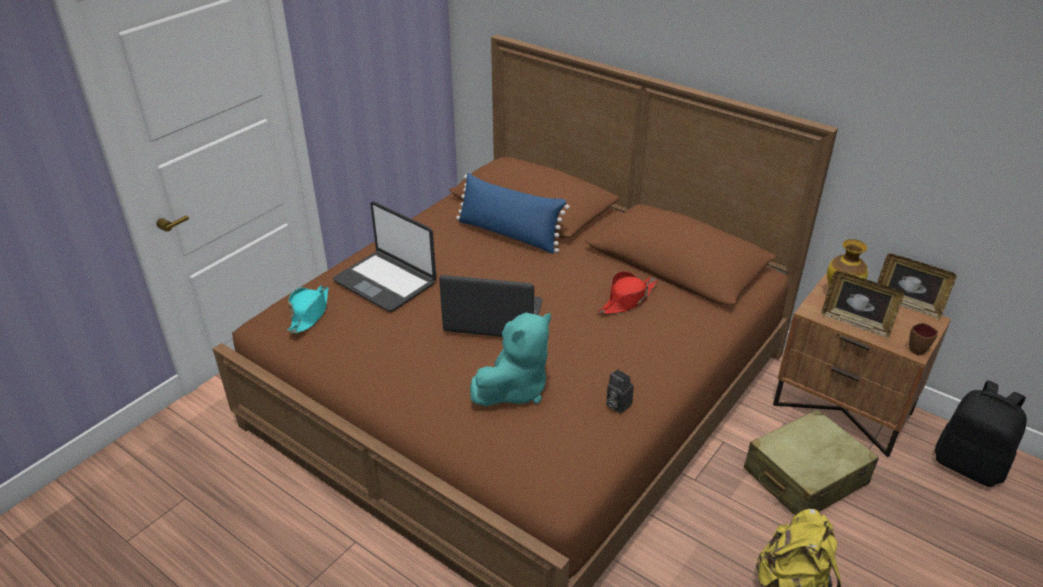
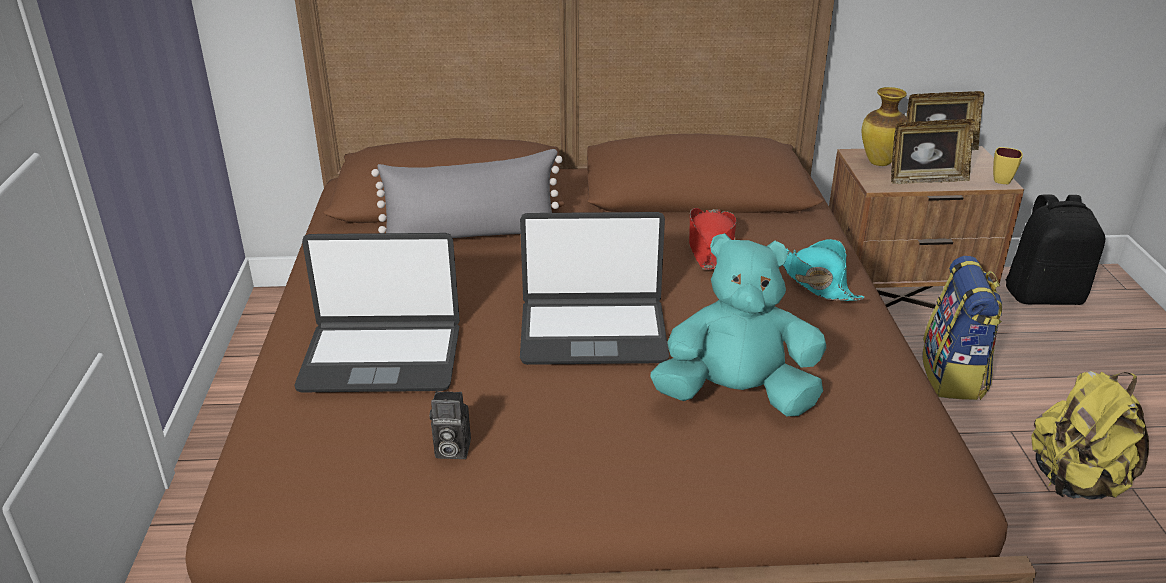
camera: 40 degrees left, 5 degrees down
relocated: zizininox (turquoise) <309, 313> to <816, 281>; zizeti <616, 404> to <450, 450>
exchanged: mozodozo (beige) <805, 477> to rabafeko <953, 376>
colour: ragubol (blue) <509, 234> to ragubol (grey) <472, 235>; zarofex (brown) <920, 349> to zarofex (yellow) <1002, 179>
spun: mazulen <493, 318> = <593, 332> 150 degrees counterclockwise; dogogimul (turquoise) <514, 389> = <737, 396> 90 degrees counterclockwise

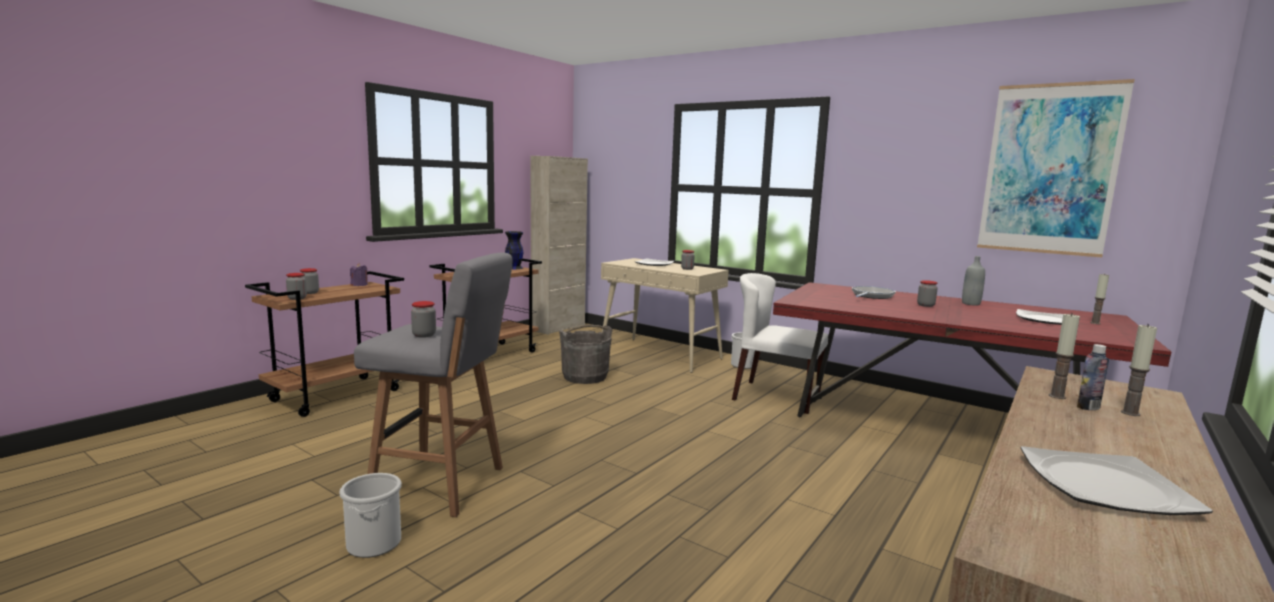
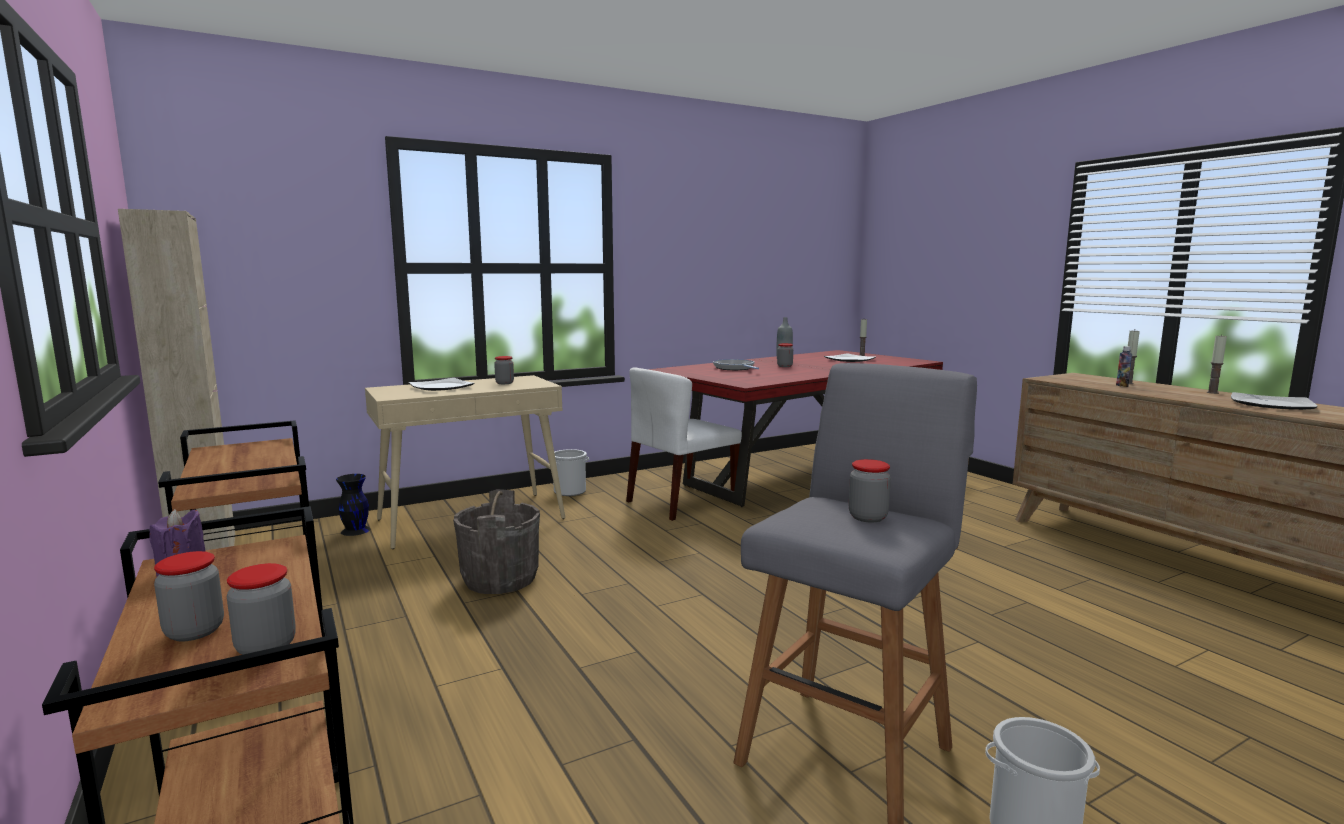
camera: 65 degrees left, 0 degrees up
missing: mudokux <1049, 169>
relocated: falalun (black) <513, 268> to <355, 531>; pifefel <1057, 396> to <1212, 392>

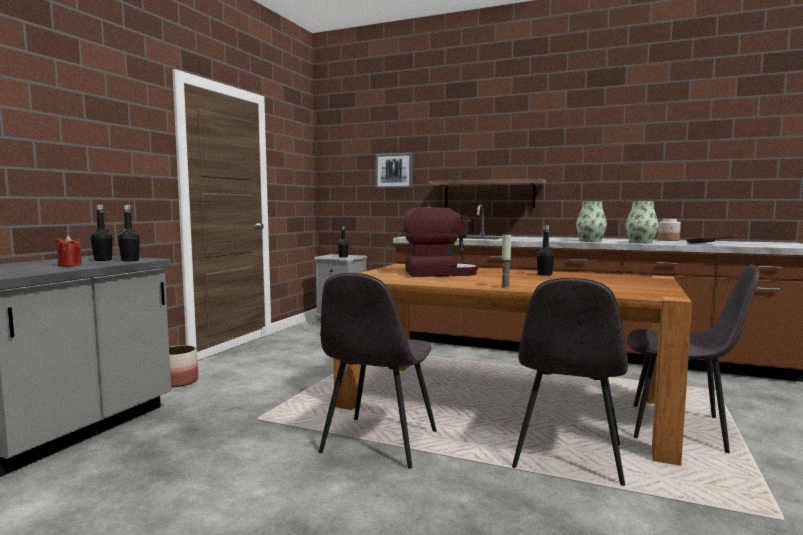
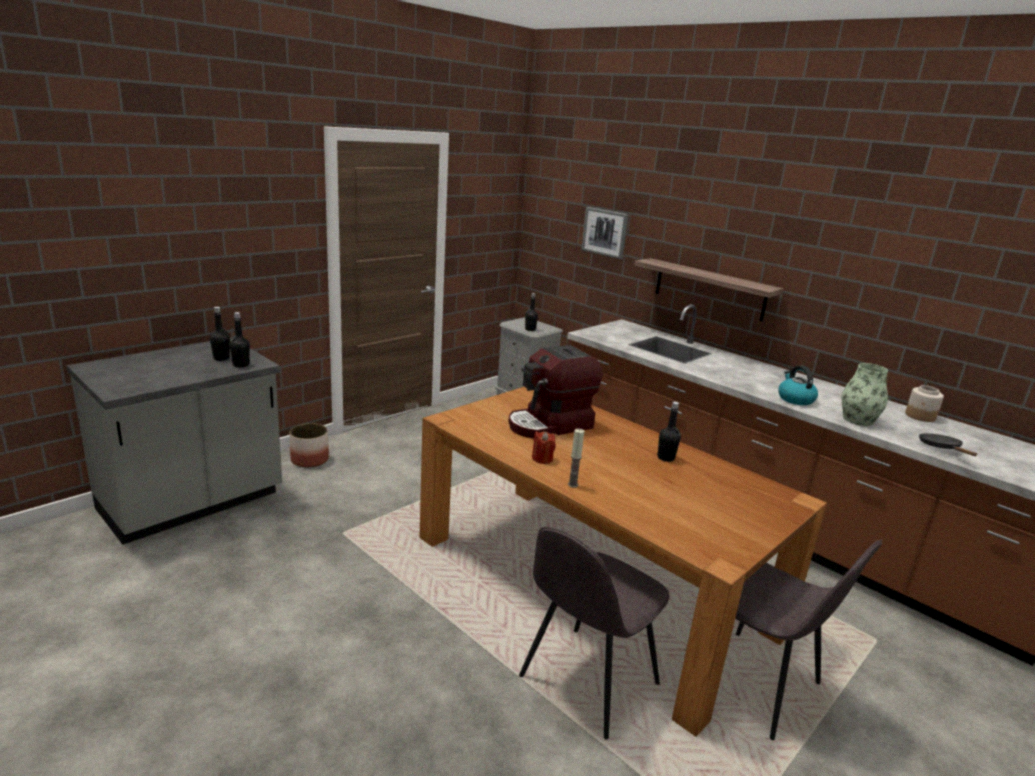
camera: 20 degrees right, 15 degrees up
missing: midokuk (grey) <378, 443>
relocated: pifefel (red) <70, 265> to <542, 459>
exchanged: falalun <590, 241> to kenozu <795, 399>
spun: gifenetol <439, 273> = <550, 425> 135 degrees clockwise

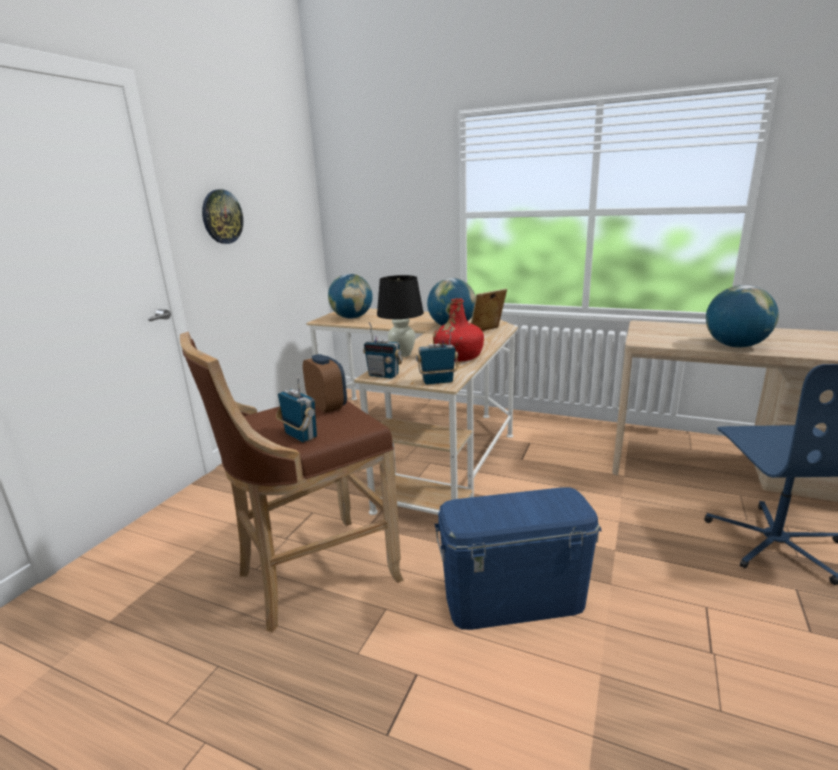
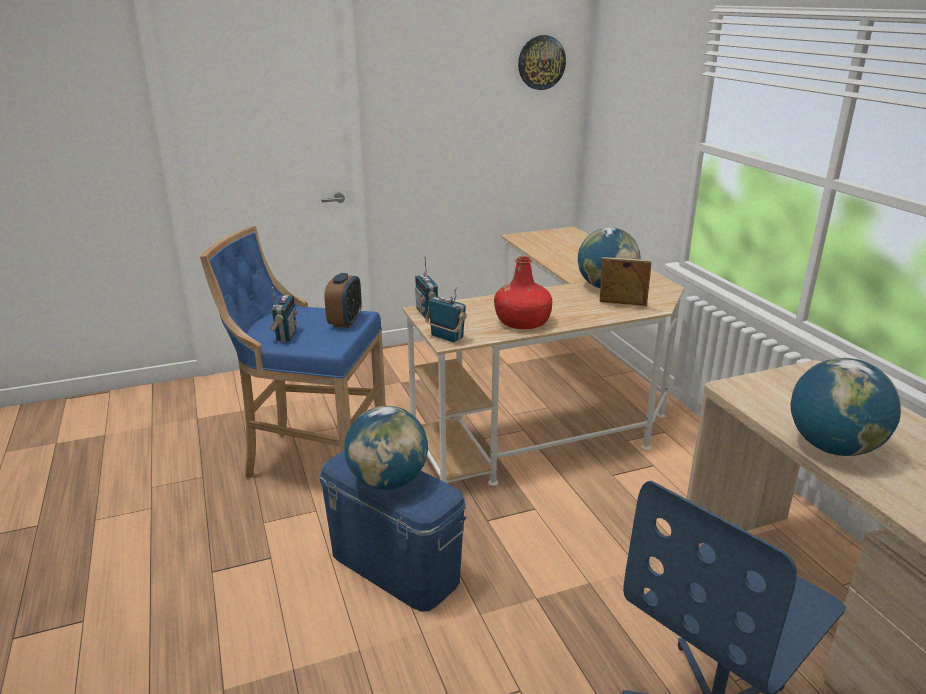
camera: 45 degrees right, 5 degrees up
missing: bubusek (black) <402, 354>
relocated: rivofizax <222, 217> to <541, 62>; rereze <352, 318> to <388, 481>
colour: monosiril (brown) <312, 575> to monosiril (blue) <312, 461>

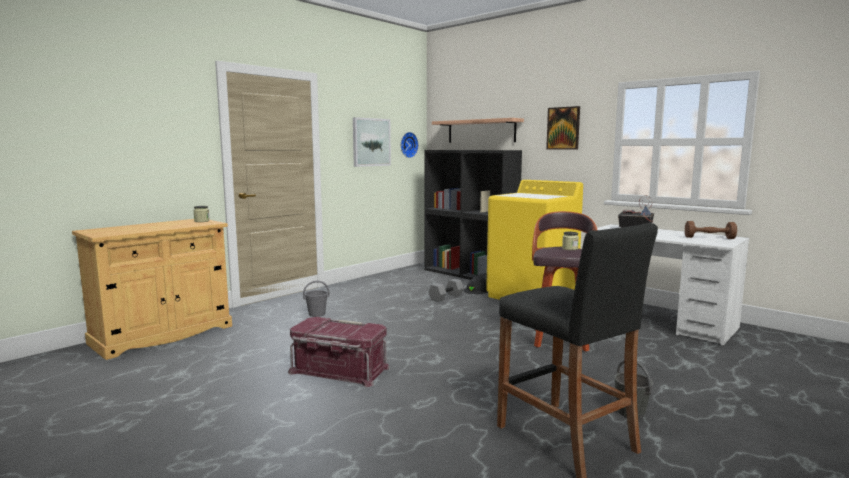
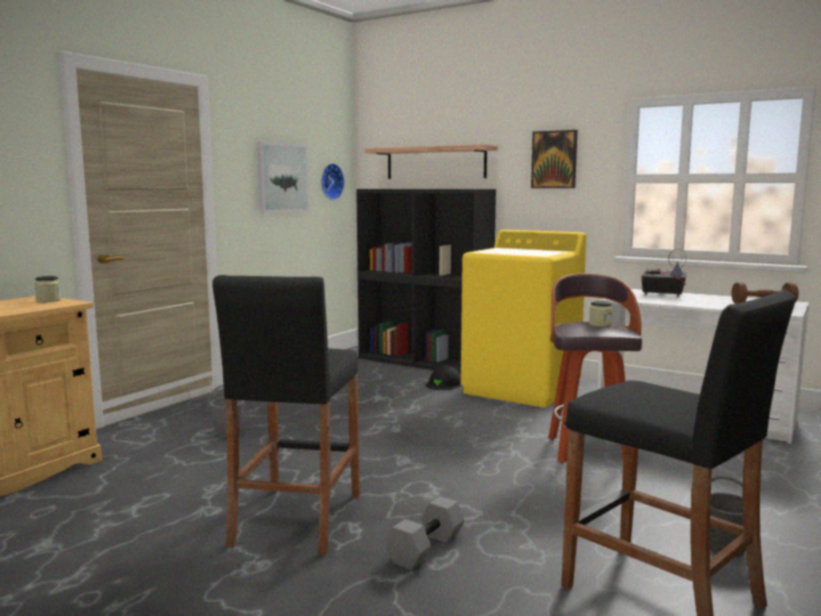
camera: 10 degrees left, 0 degrees up
relocated: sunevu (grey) <446, 297> to <426, 549>
exchanged: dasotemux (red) <338, 370> to monosiril (black) <296, 519>

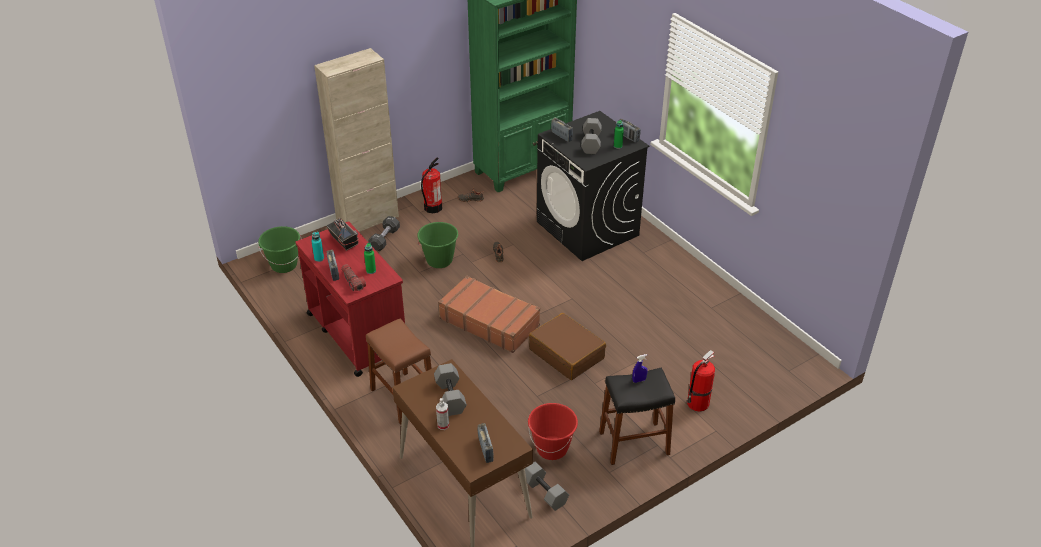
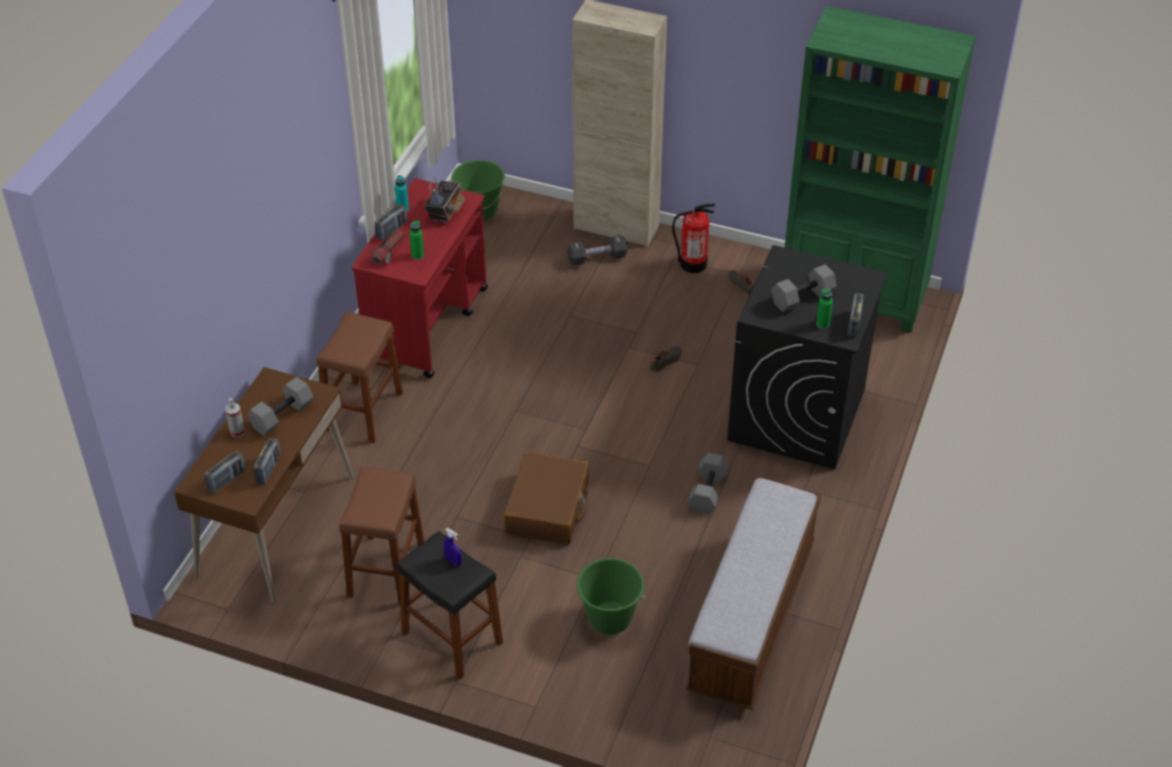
camera: 55 degrees right, 5 degrees up
missing: mozodozo (brown) <489, 321>; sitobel <697, 404>
appeared: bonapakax <751, 618>
relocated: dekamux <561, 136> to <268, 469>; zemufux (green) <439, 260> to <609, 619>; sunevu (grey) <544, 492> to <706, 491>
exchanged: zemufux (red) <552, 448> to monosiril (brown) <386, 570>

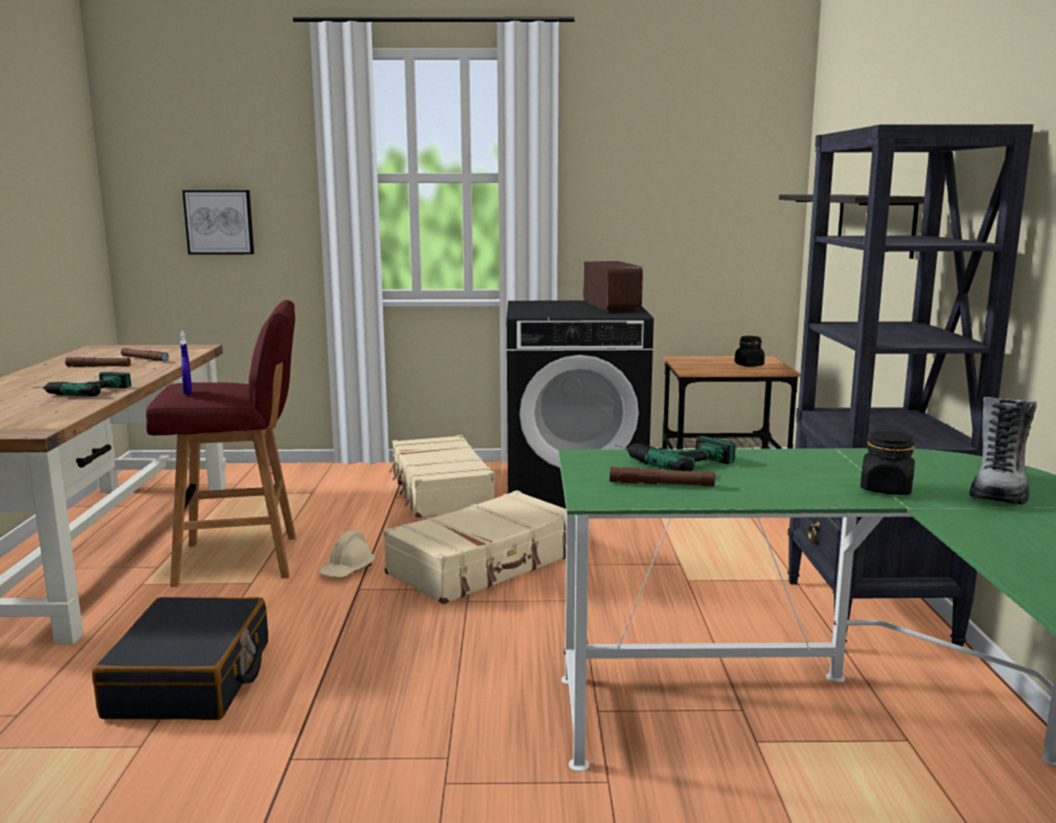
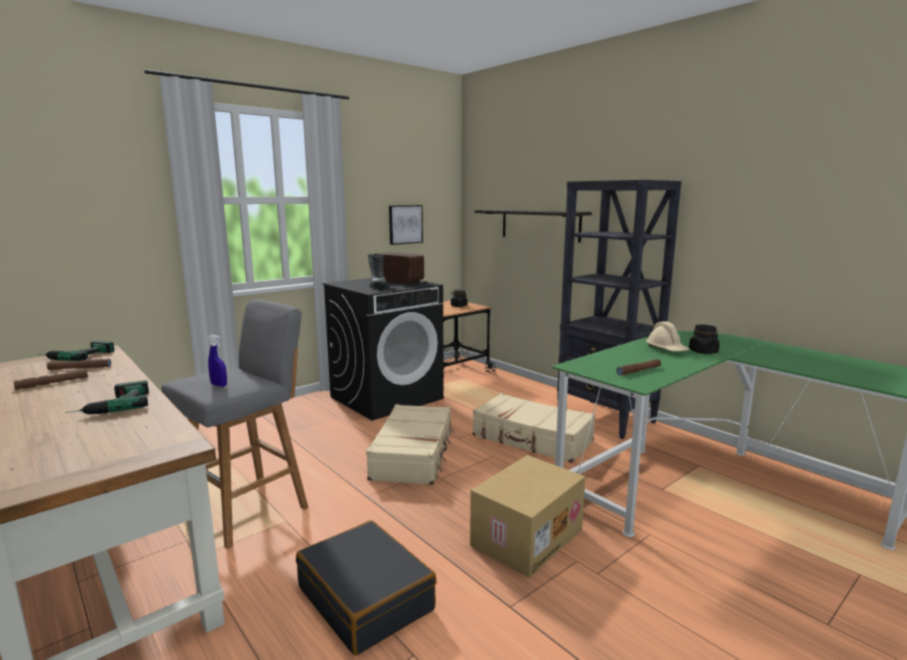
camera: 40 degrees left, 0 degrees up
appeared: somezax <526, 536>
relocated: mudokux <219, 222> to <405, 224>; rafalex <999, 489> to <378, 285>; mozodozo (beige) <440, 491> to <532, 439>; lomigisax <671, 459> to <76, 356>; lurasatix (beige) <347, 570> to <666, 349>
colour: monosiril (red) <241, 560> to monosiril (grey) <249, 509>

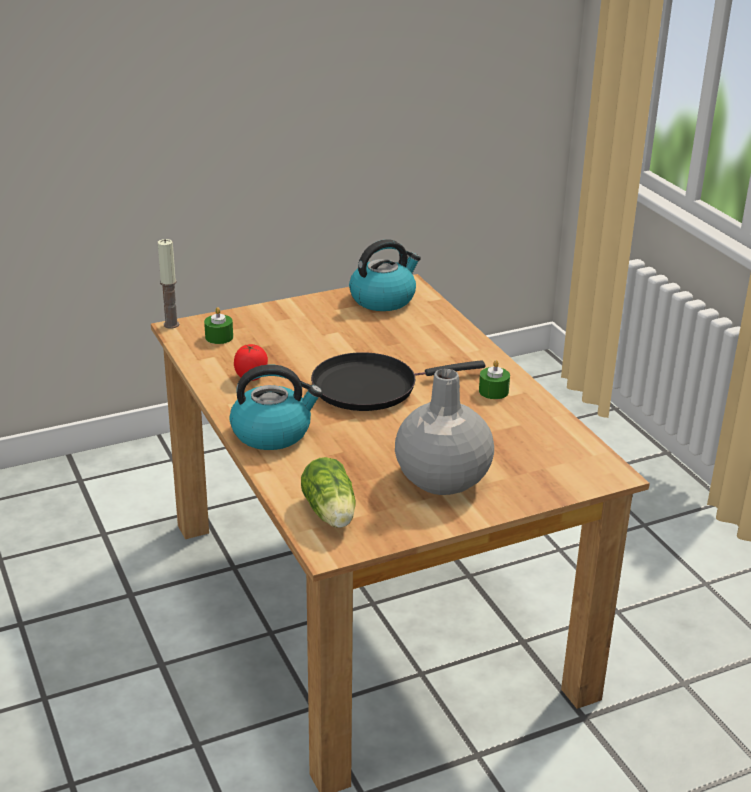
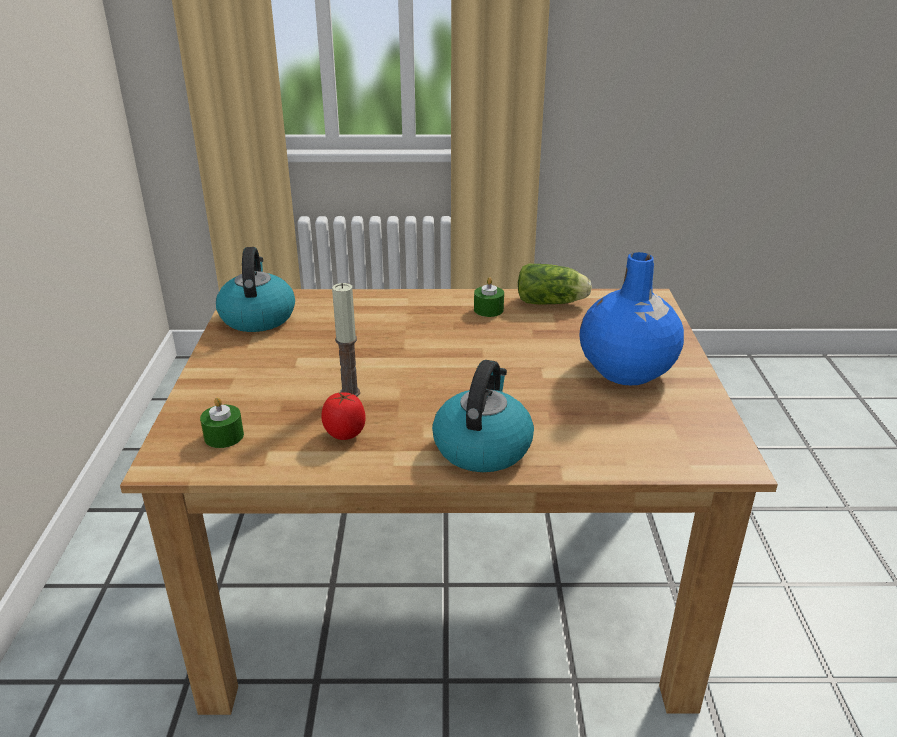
camera: 65 degrees left, 0 degrees up
missing: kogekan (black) <371, 387>
relocated: pifefel <171, 324> to <350, 393>; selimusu <331, 514> to <553, 302>
colour: falalun (grey) <441, 479> to falalun (blue) <626, 370>

